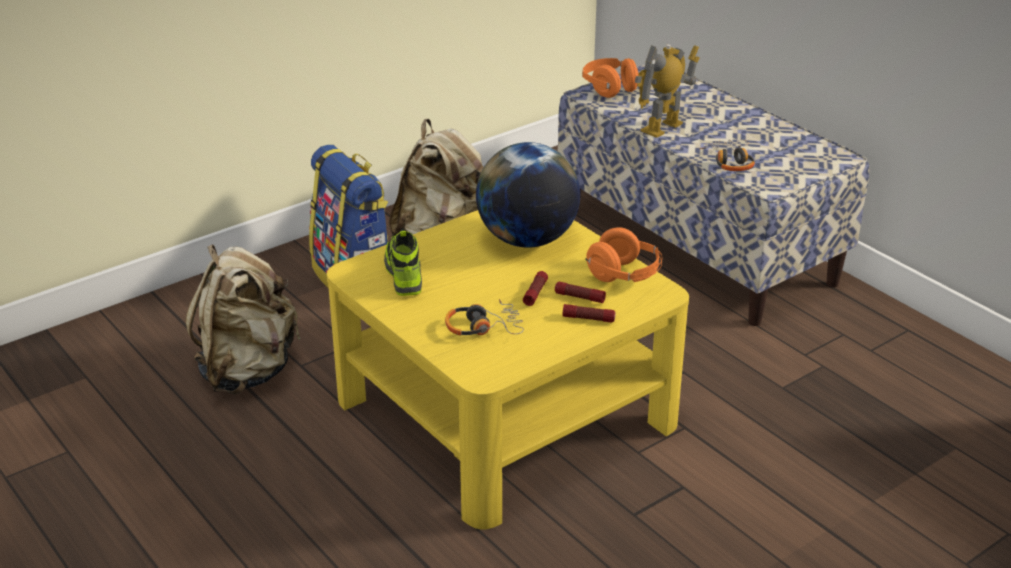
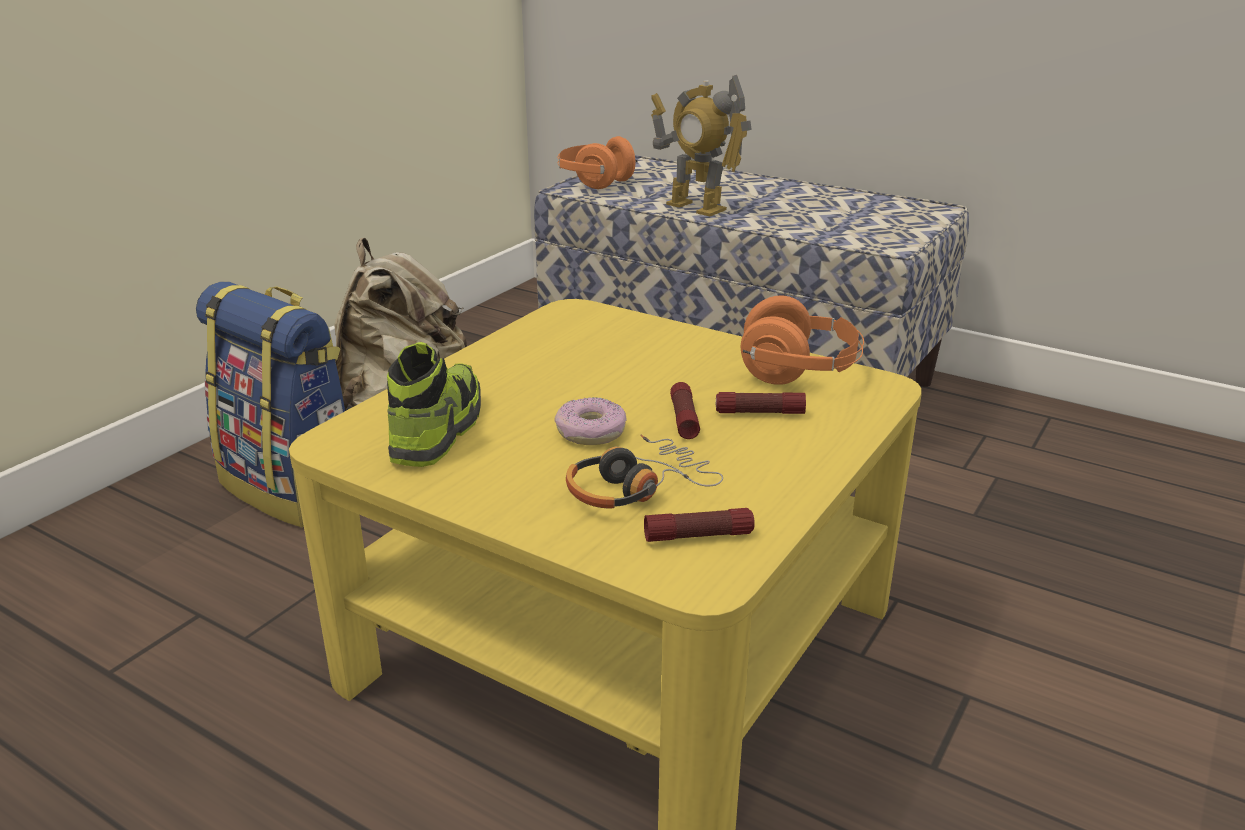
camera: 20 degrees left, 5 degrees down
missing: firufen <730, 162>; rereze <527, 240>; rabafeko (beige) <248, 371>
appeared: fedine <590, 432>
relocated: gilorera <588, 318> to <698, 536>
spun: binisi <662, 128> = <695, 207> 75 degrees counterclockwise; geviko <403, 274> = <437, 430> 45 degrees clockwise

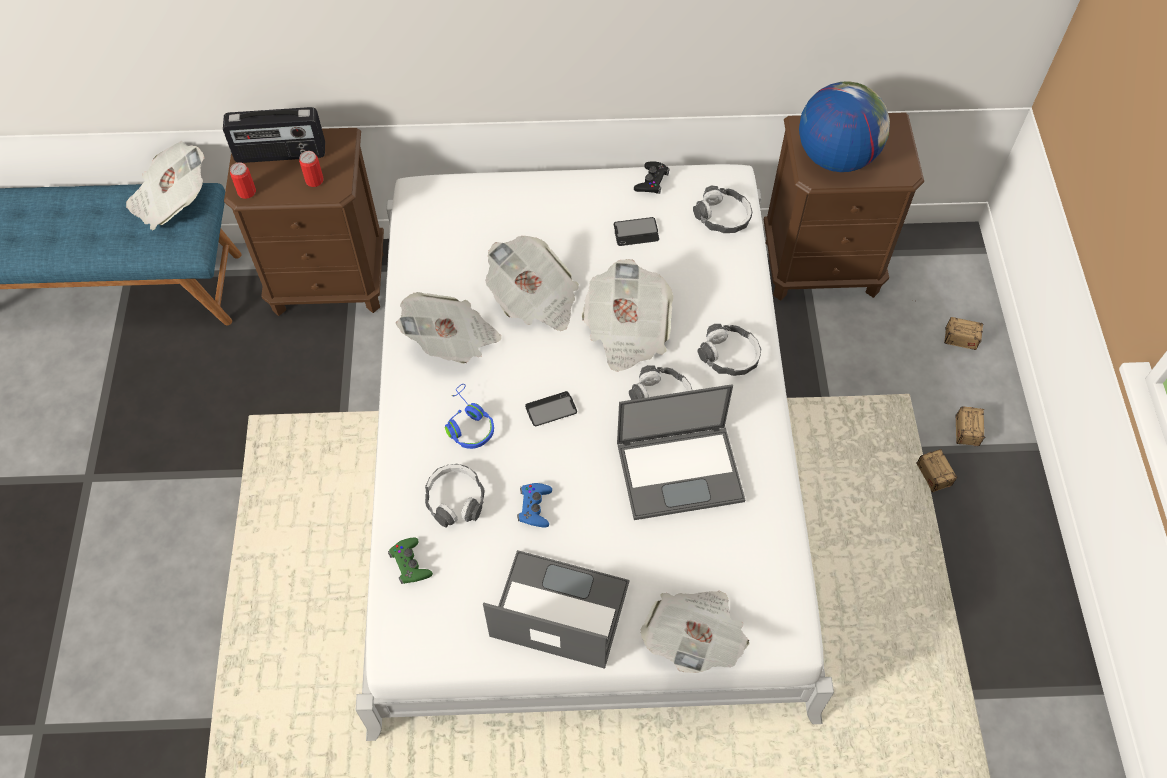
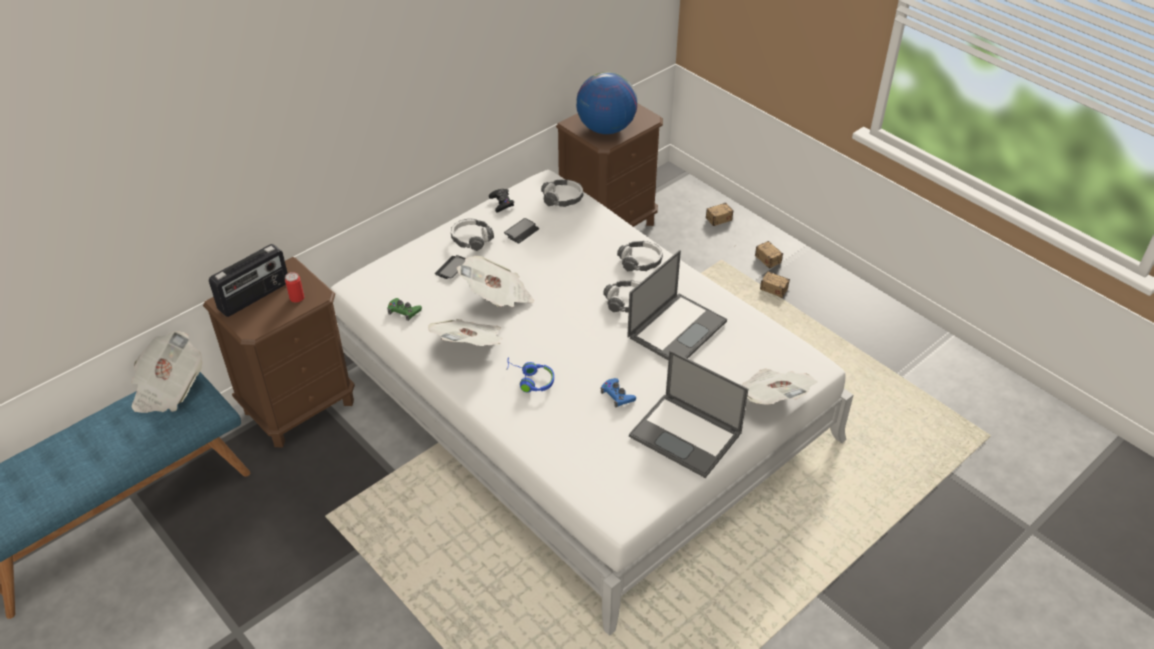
camera: 40 degrees left, 15 degrees down
missing: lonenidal <247, 192>; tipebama <626, 331>
relocated: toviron <551, 409> to <452, 268>; firufen <455, 499> to <471, 239>; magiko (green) <410, 563> to <404, 311>
spun: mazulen <557, 609> = <686, 435> 120 degrees counterclockwise

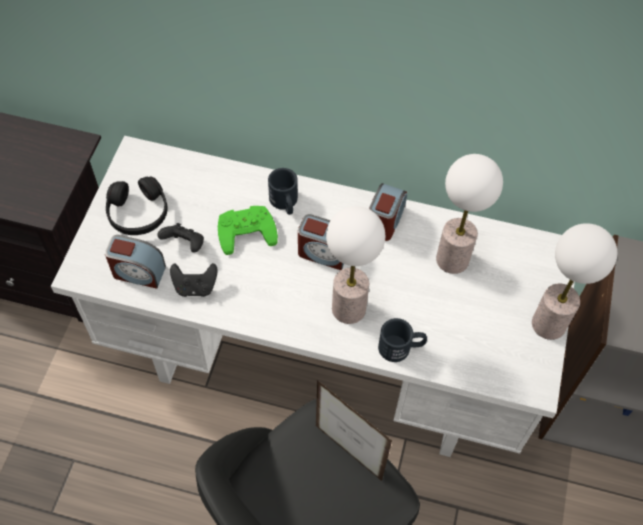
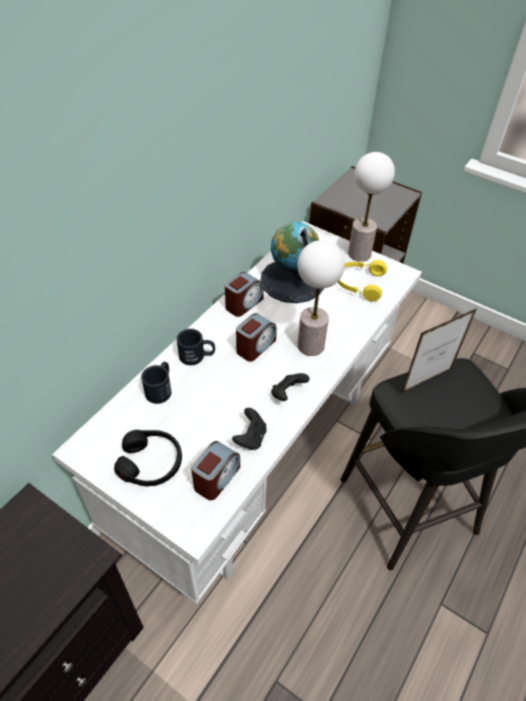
camera: 70 degrees left, 10 degrees down
missing: magiko (green) <246, 229>
appeared: firufen (yellow) <358, 284>
relocated: magiko (black) <185, 245> to <287, 394>; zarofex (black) <401, 347> to <160, 388>
exchanged: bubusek <452, 259> to rereze <292, 280>
spun: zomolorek <385, 220> = <243, 304> 90 degrees clockwise

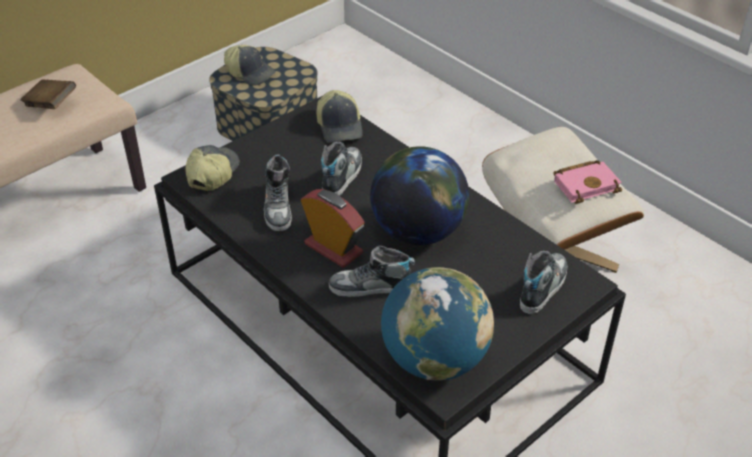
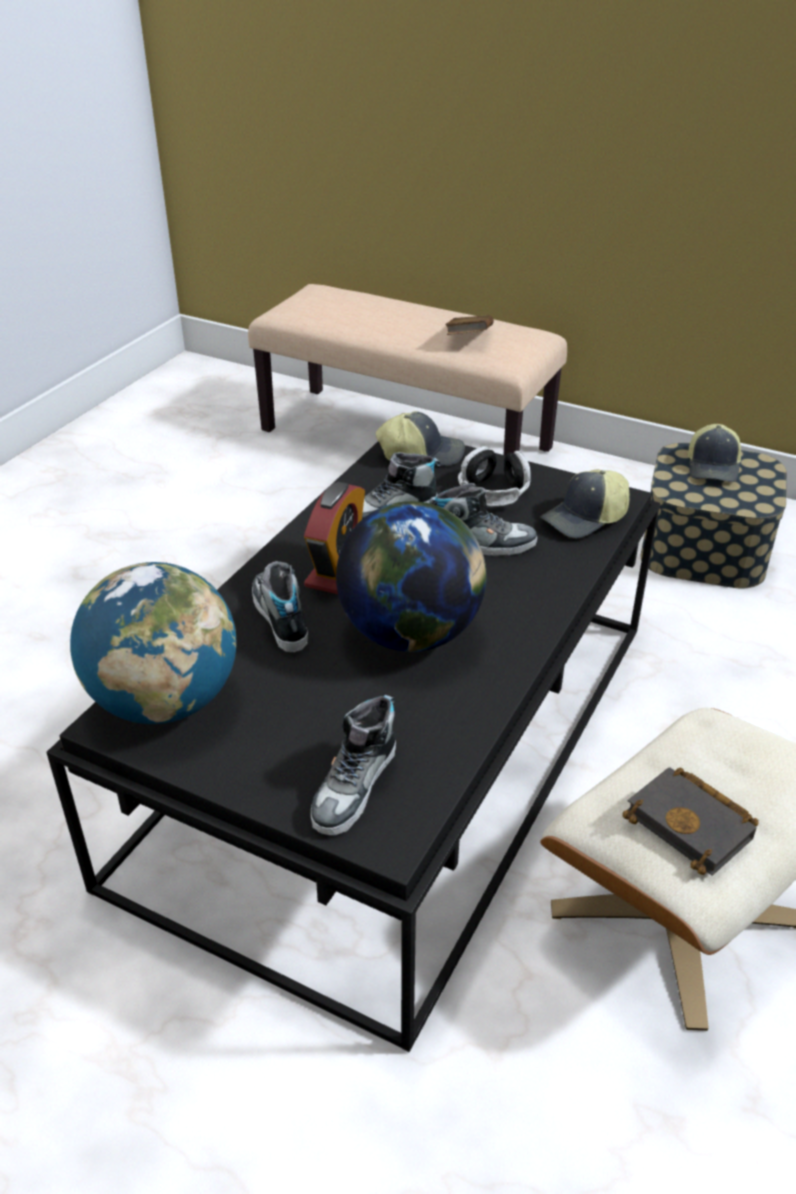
camera: 70 degrees right, 5 degrees down
appeared: firufen <493, 492>
colour: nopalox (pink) <586, 184> to nopalox (black) <693, 826>
spun: geviko <542, 287> = <355, 786> 105 degrees clockwise

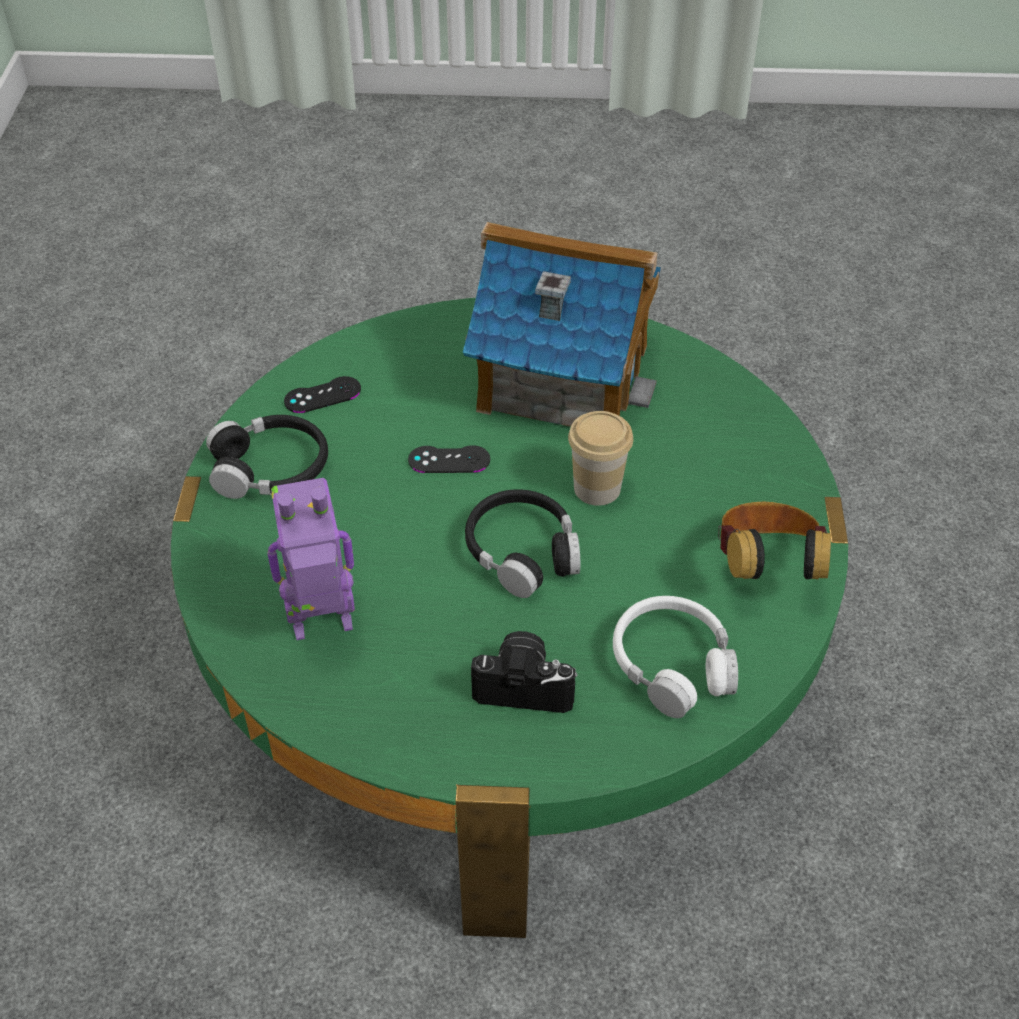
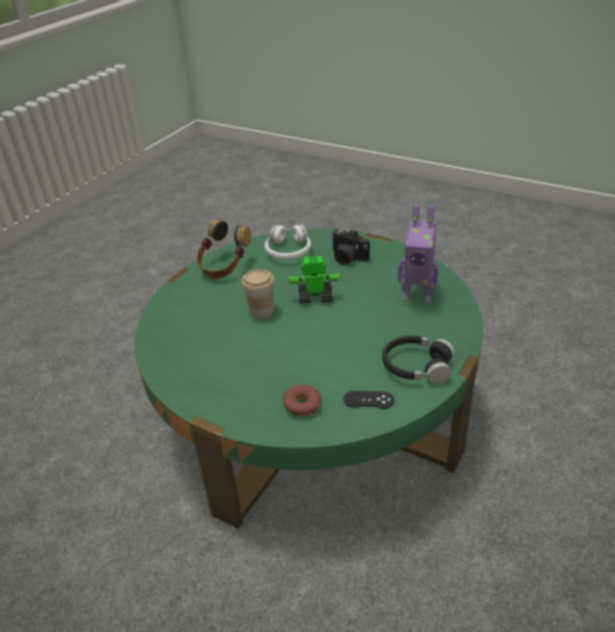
camera: 150 degrees left, 10 degrees down
missing: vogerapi <562, 377>; magiko (black) <449, 460>
appeared: fedine <302, 405>
exchanged: firufen (black) <523, 552> to binisi <314, 297>

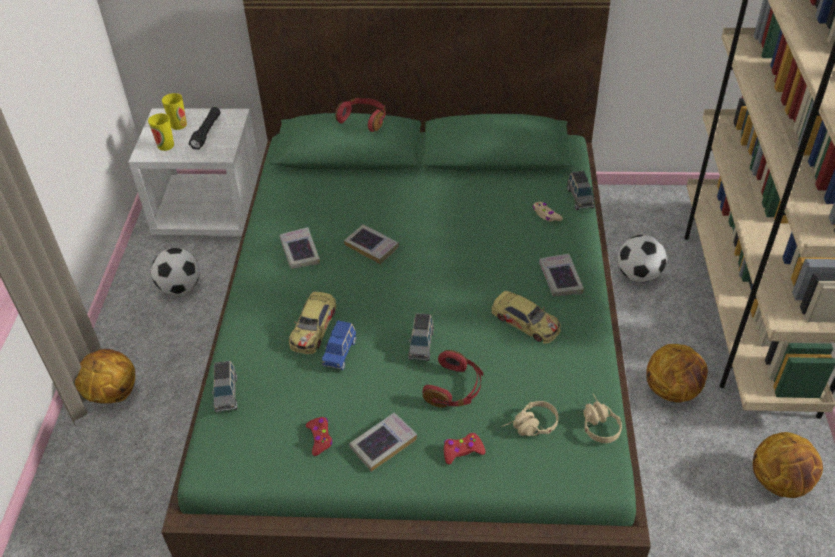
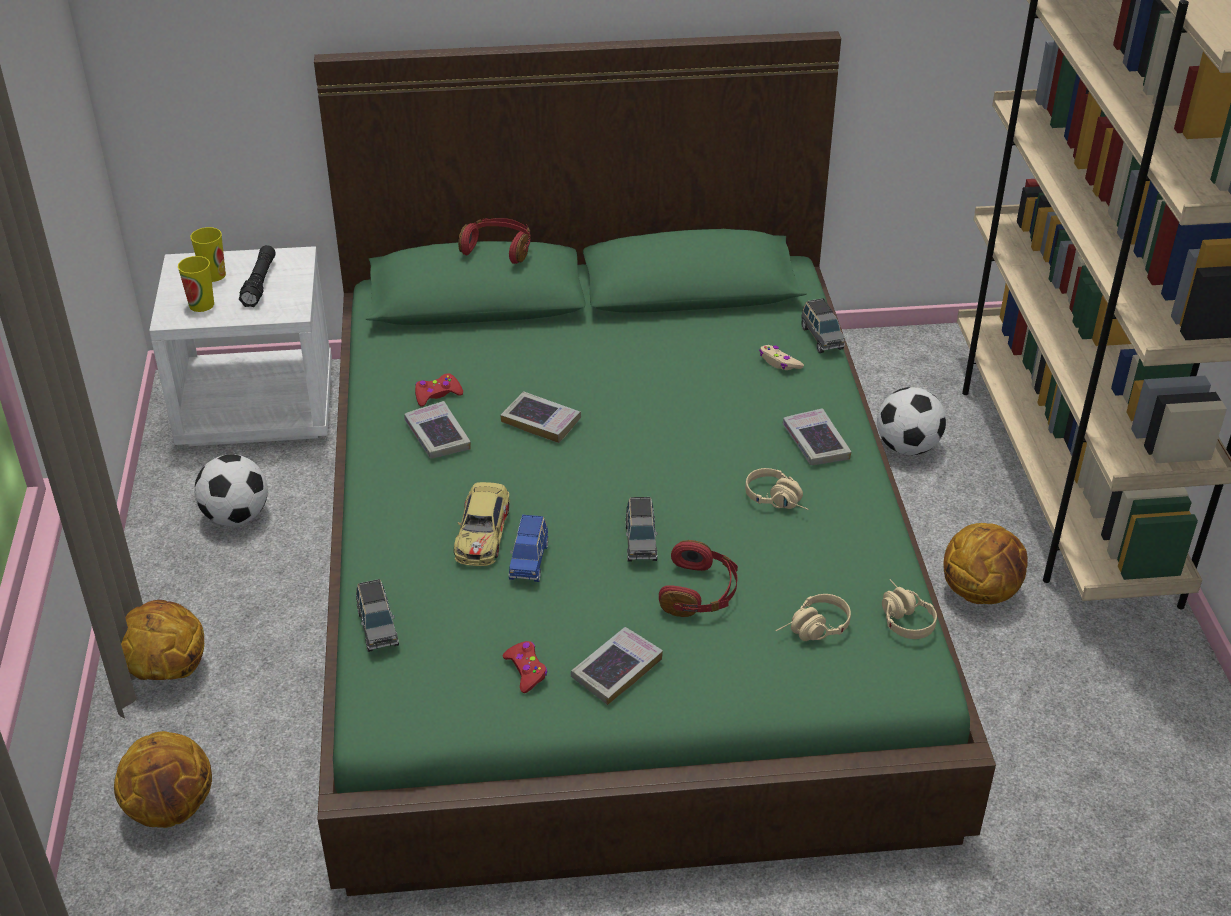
camera: 10 degrees left, 5 degrees down
relocated: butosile <780, 482> to <172, 808>; magiko (red) <462, 451> to <437, 395>
exchanged: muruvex <525, 321> to firufen (beige) <779, 500>

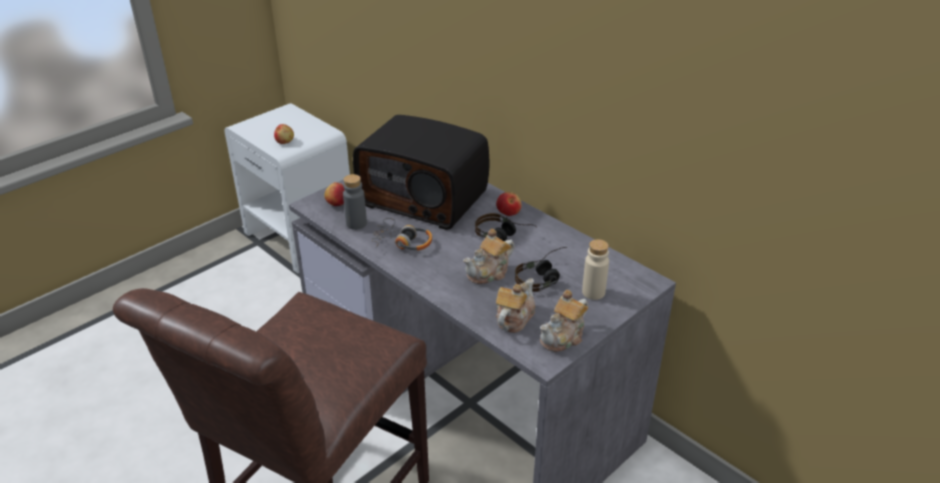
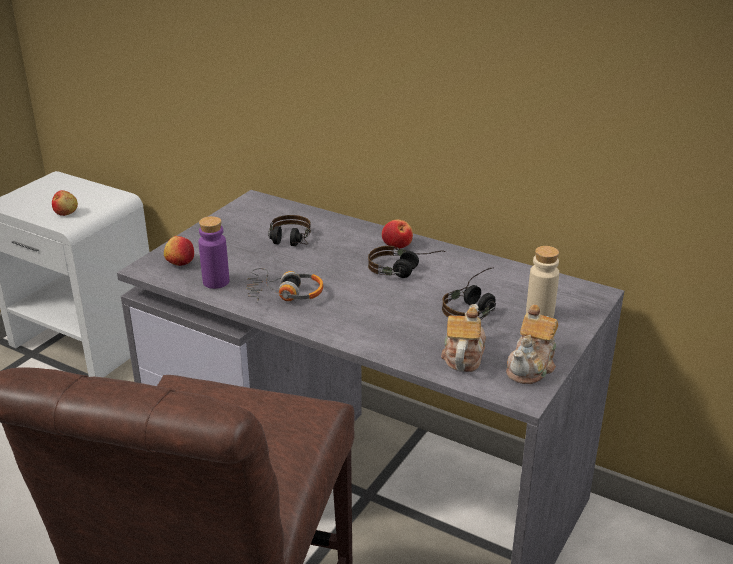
camera: 15 degrees left, 5 degrees down
missing: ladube <489, 273>
exchanged: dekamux <425, 198> to firufen <289, 243>
colour: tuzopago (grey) <356, 223> to tuzopago (purple) <216, 282>

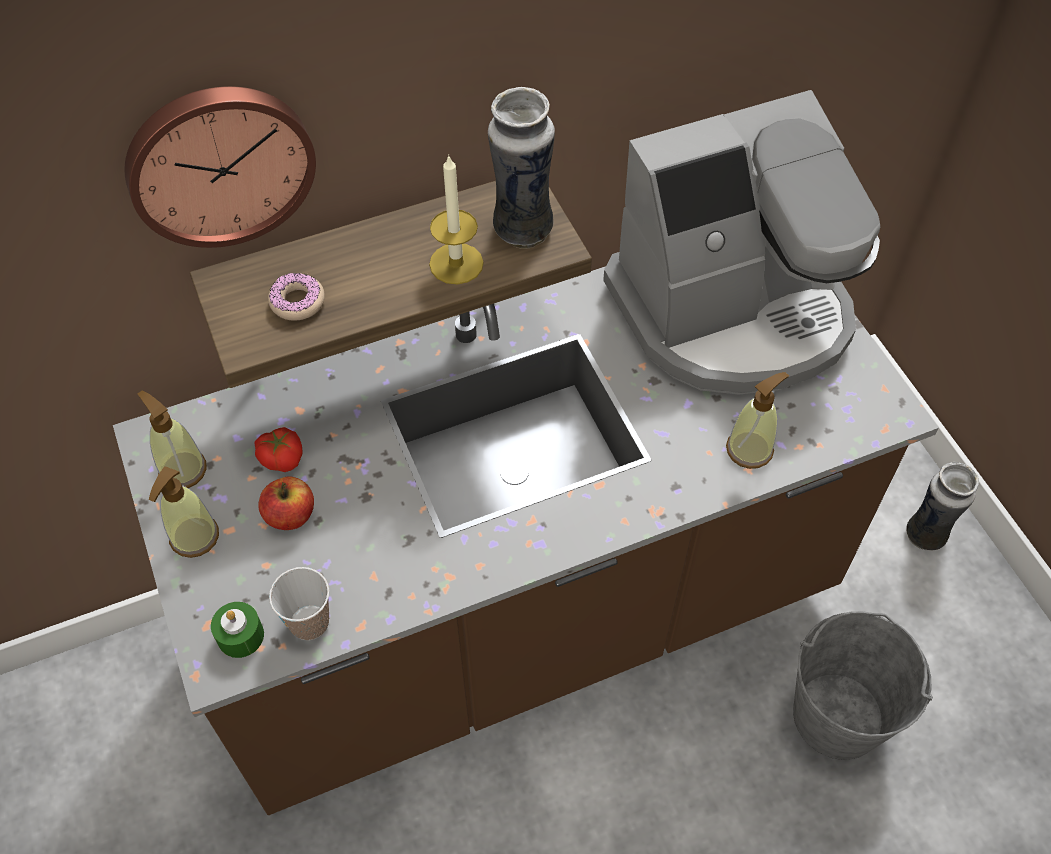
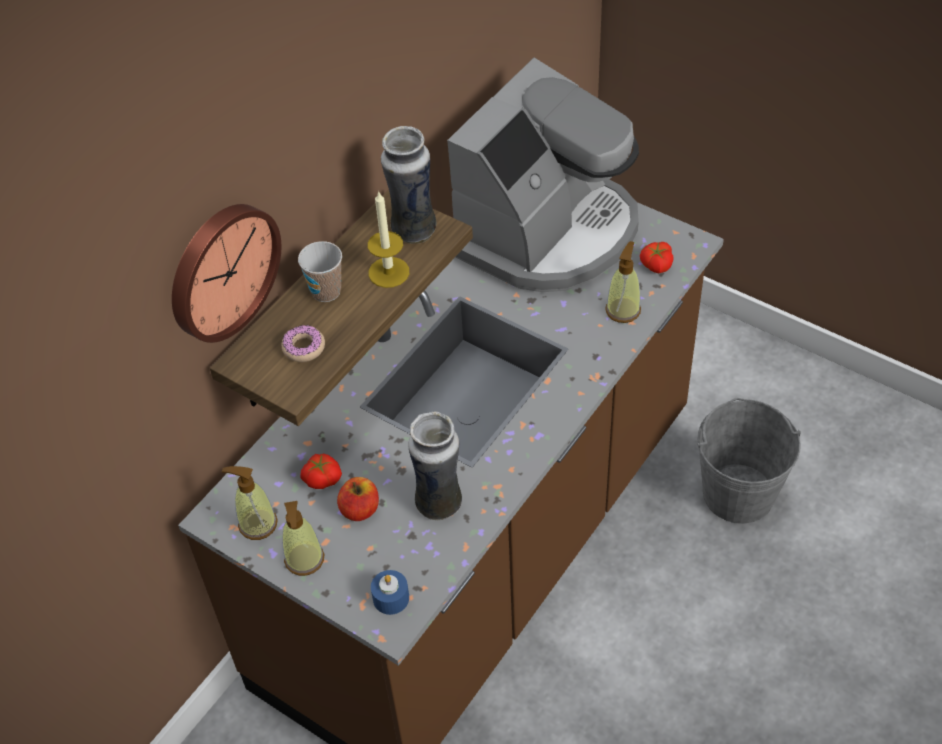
camera: 30 degrees left, 5 degrees down
appeared: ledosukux <655, 265>
relocated: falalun <926, 535> to <439, 503>; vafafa <309, 623> to <326, 291>
colour: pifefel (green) <240, 636> to pifefel (blue) <391, 598>

